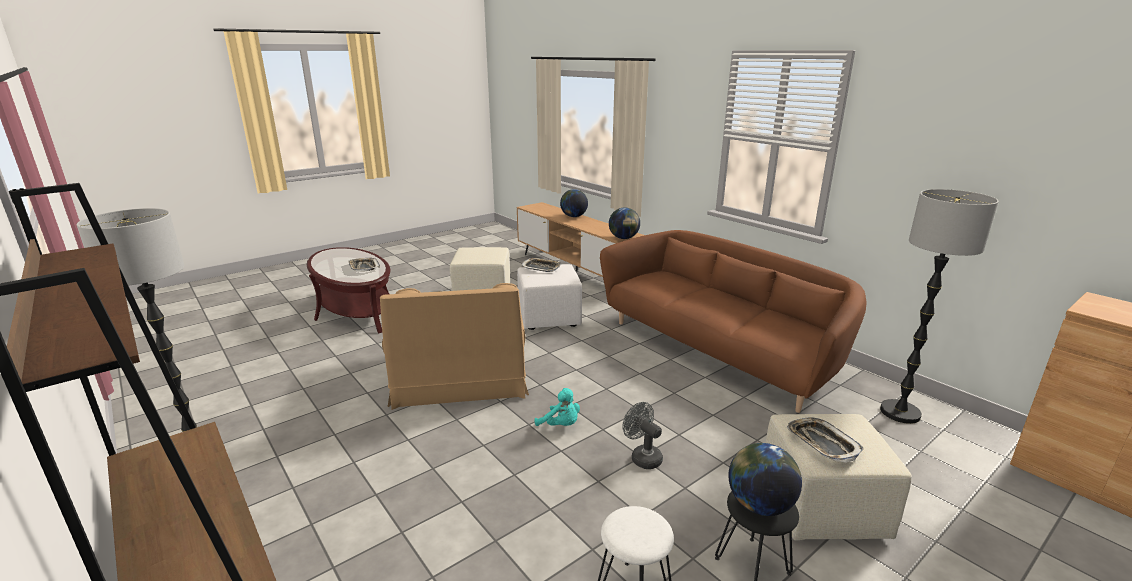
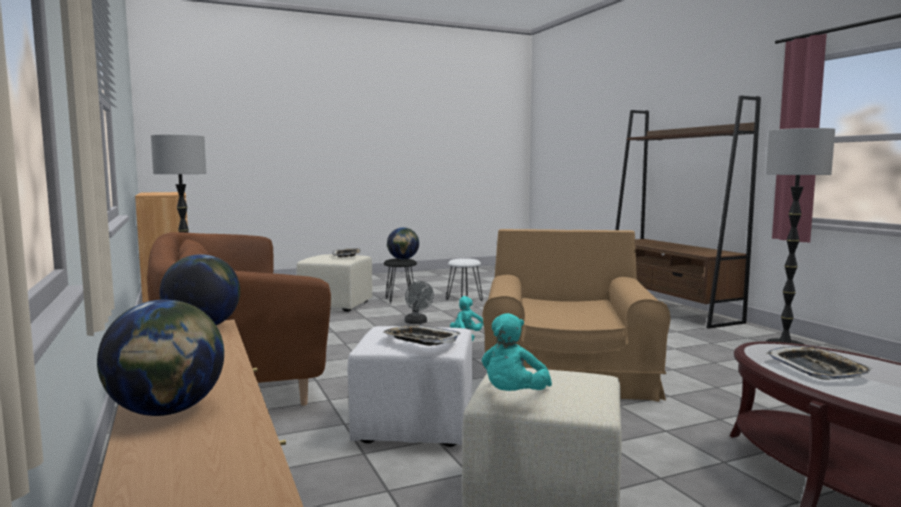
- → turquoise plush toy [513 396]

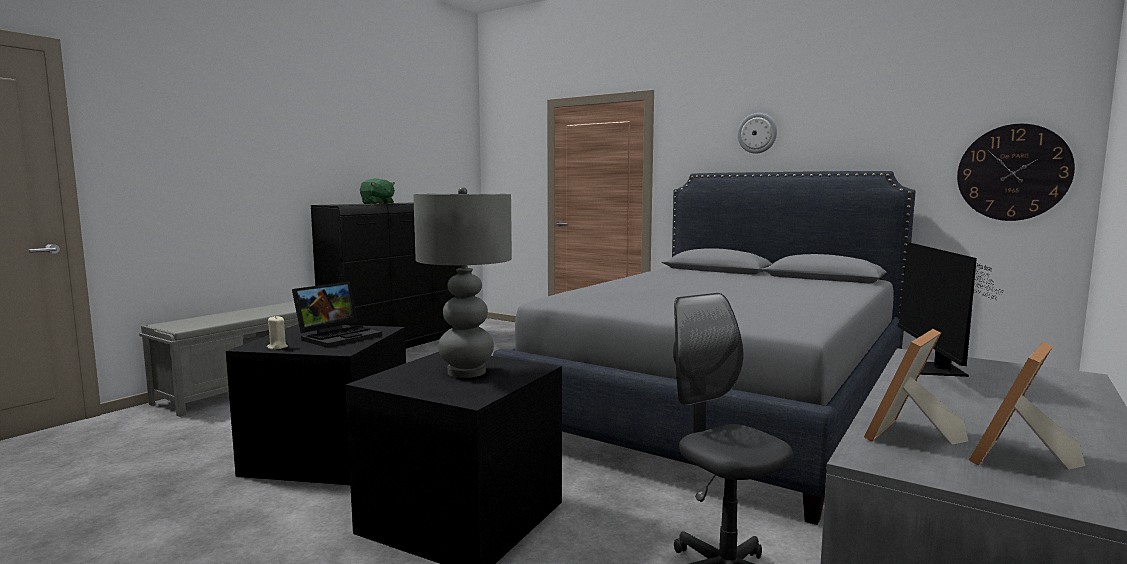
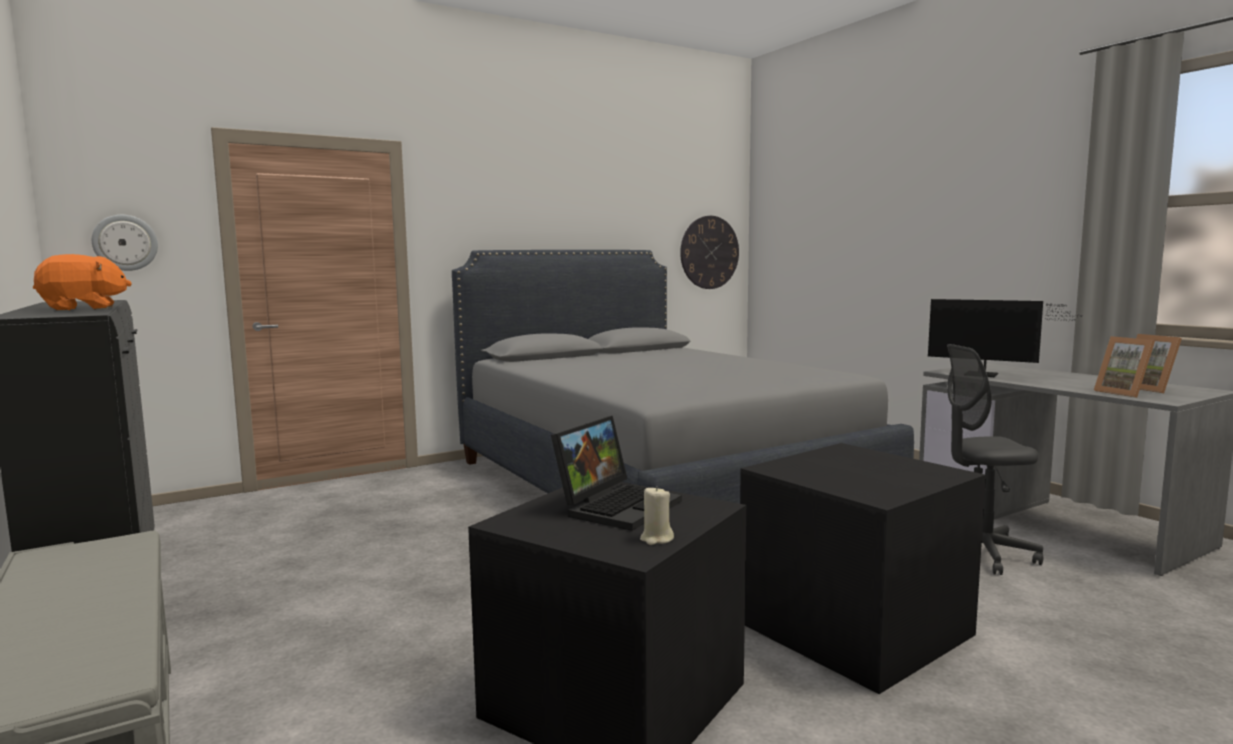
laptop [339 336] → laptop [617 506], 60 degrees clockwise
green plush toy [377 203] → orange plush toy [83 309]
grey table lamp [467 372] → -
wall clock [757 133] → wall clock [125 242], move

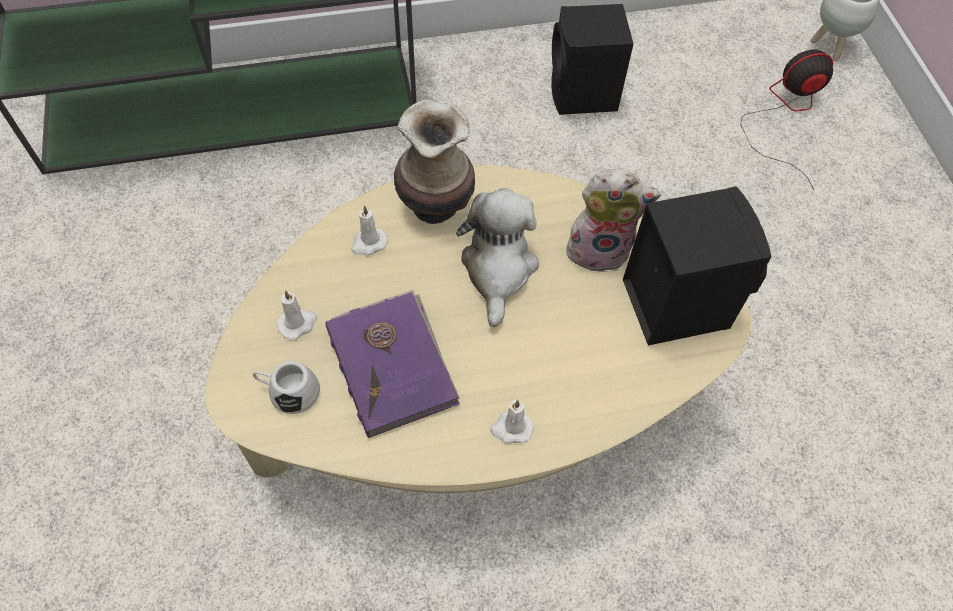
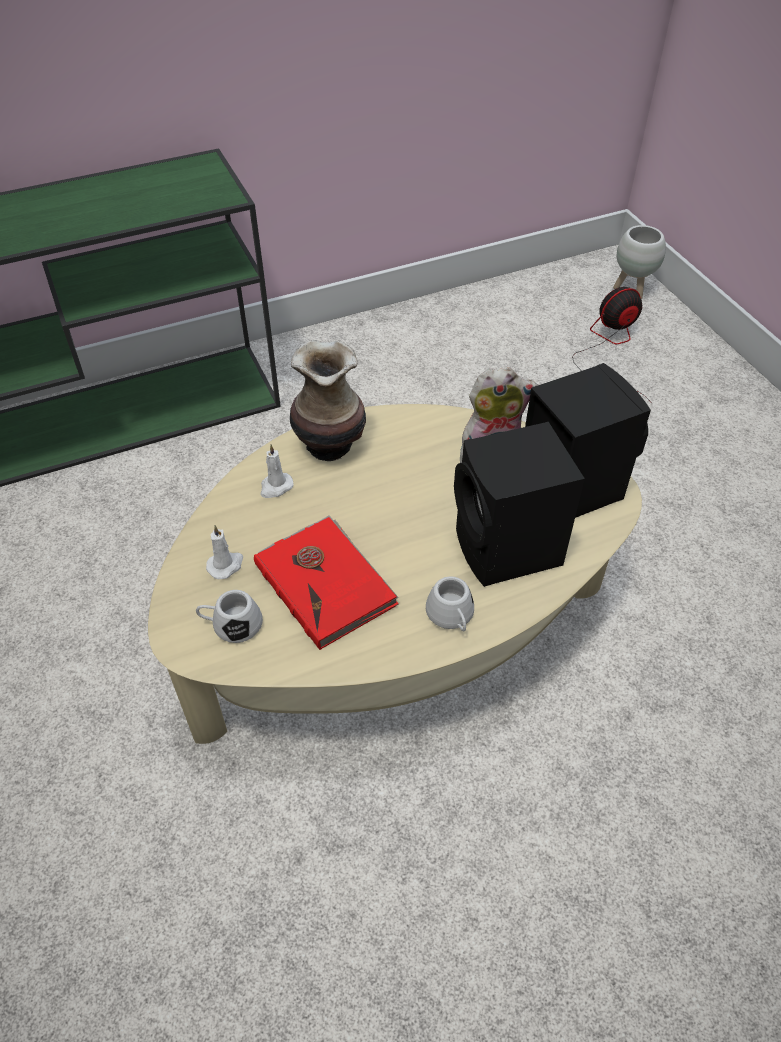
purple book [393 364] → red book [326 583]
plush toy [498 269] → -
white candle [511 428] → white mug [452 616]
black speaker [583 96] → black speaker [508 551], move

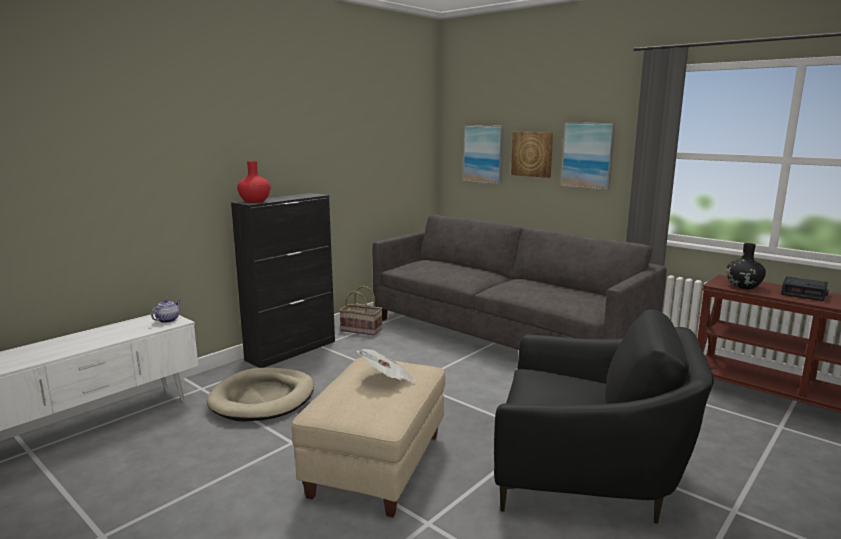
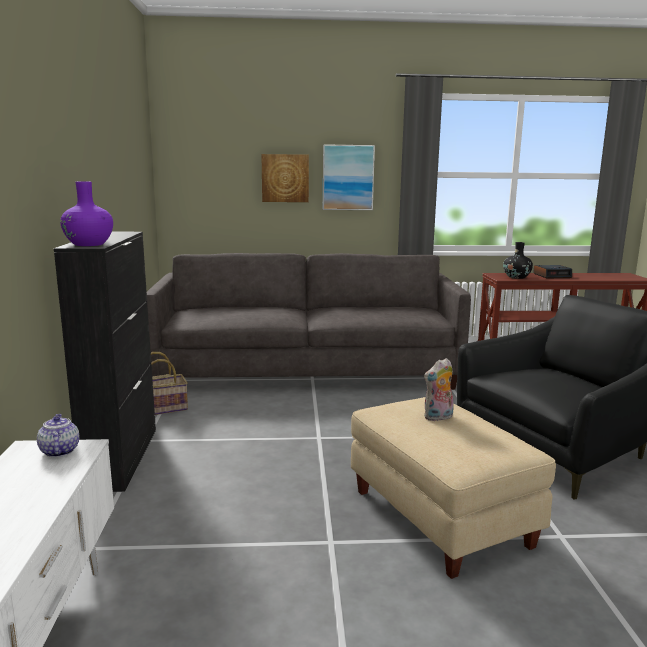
beige dog bed [263 398] → -
red vase [254 201] → purple vase [89 244]
newspaper [387 379] → plush toy [438 417]
picture [483 154] → -

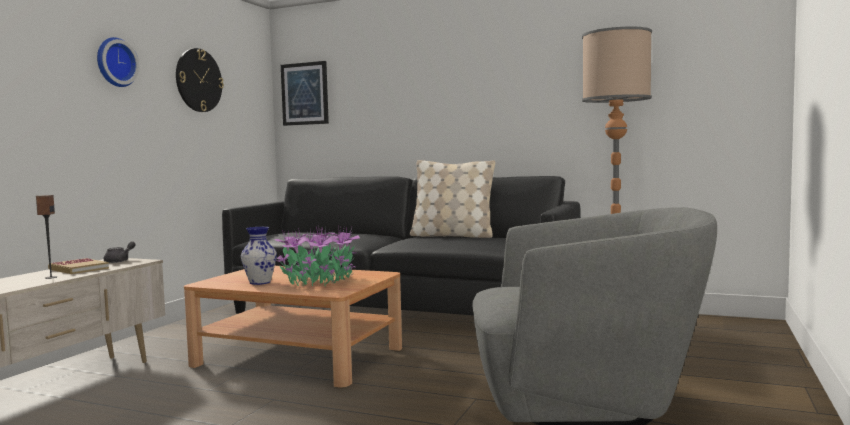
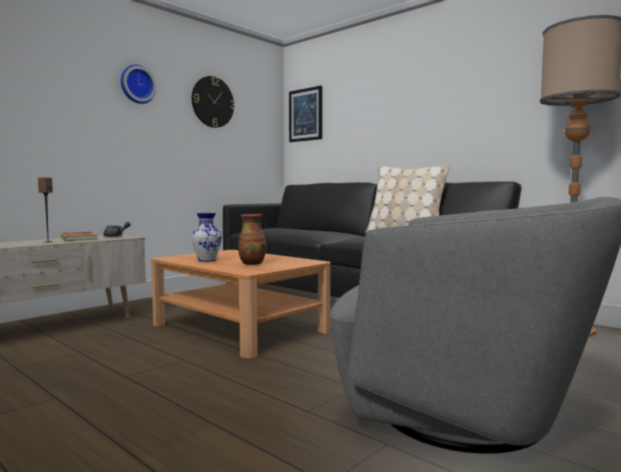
potted plant [320 282] → vase [252 263]

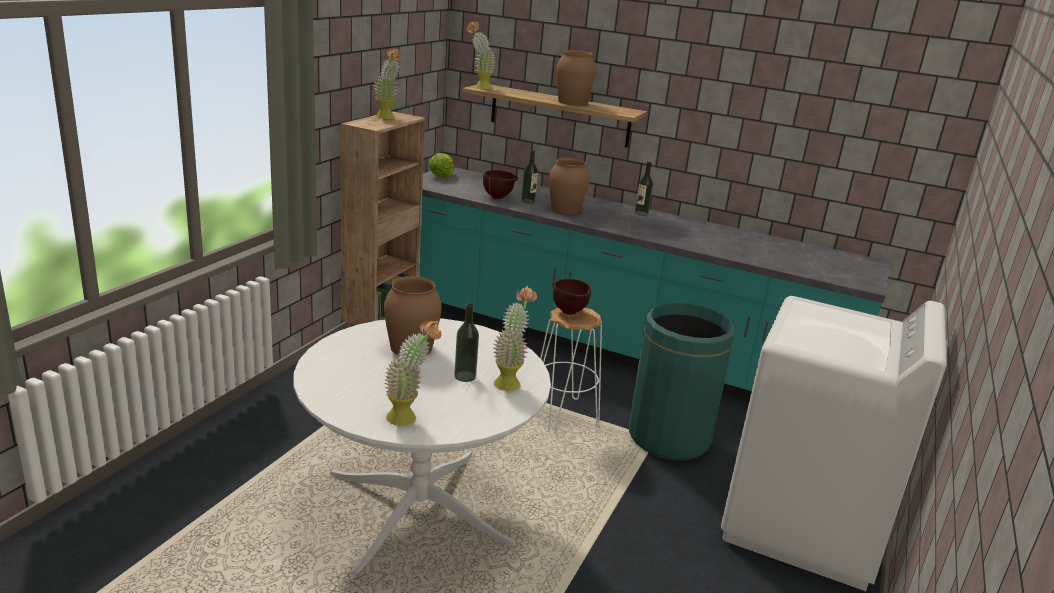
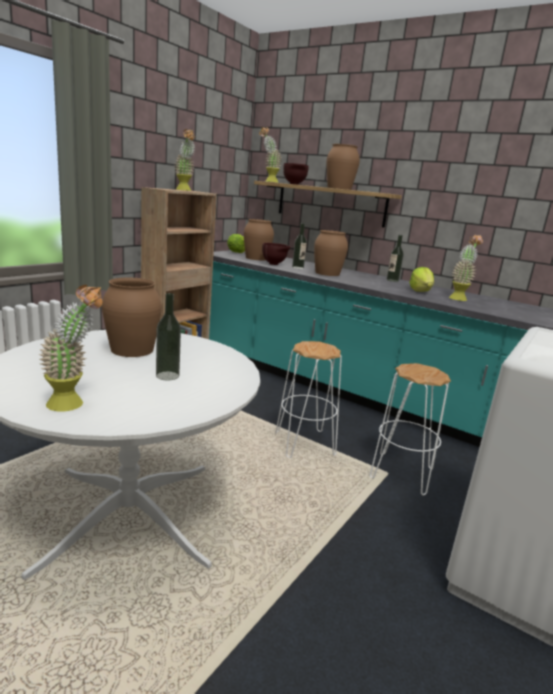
potted plant [510 381] → potted plant [459 298], move
brown bowl [570 313] → brown bowl [294 184], move
green trash can [669 438] → white stool [401 474]
- → brown vase [256 258]
- → lettuce [420 291]

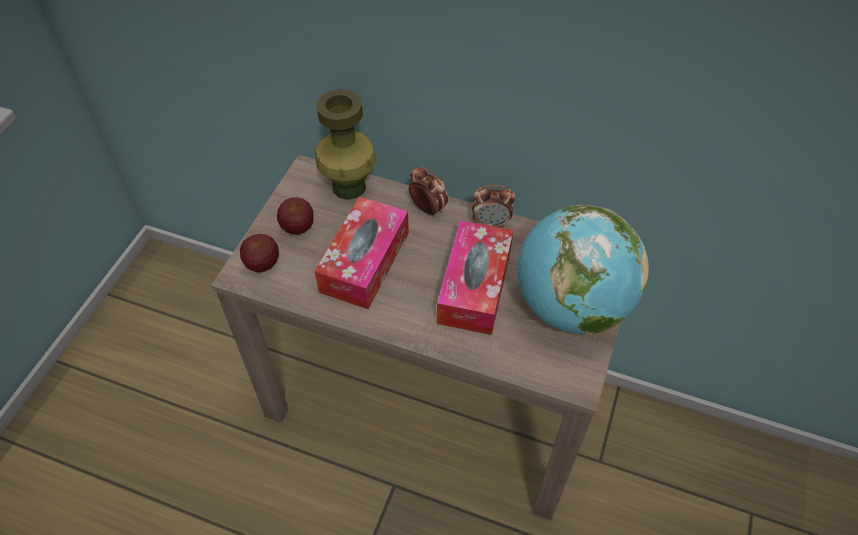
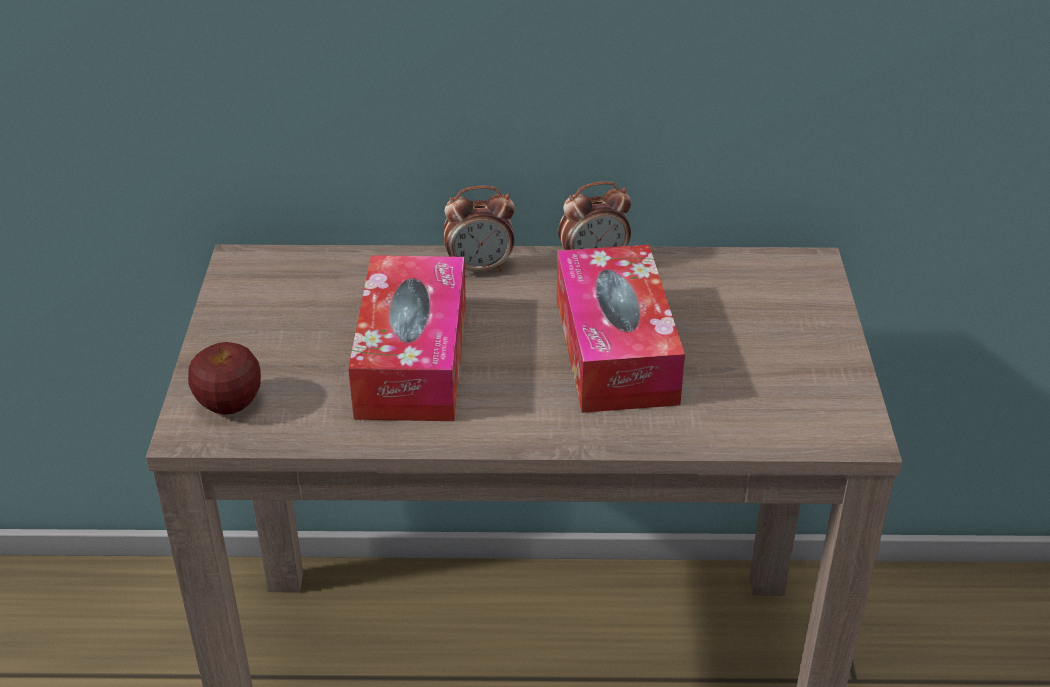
apple [298 227] → -
green vase [349 186] → -
alarm clock [427 209] → alarm clock [480 268], 150 degrees clockwise
globe [571 306] → -

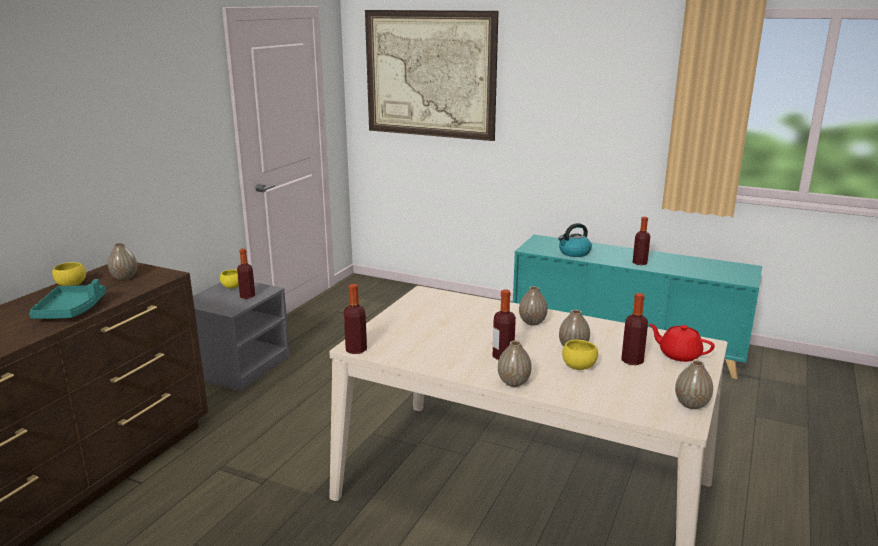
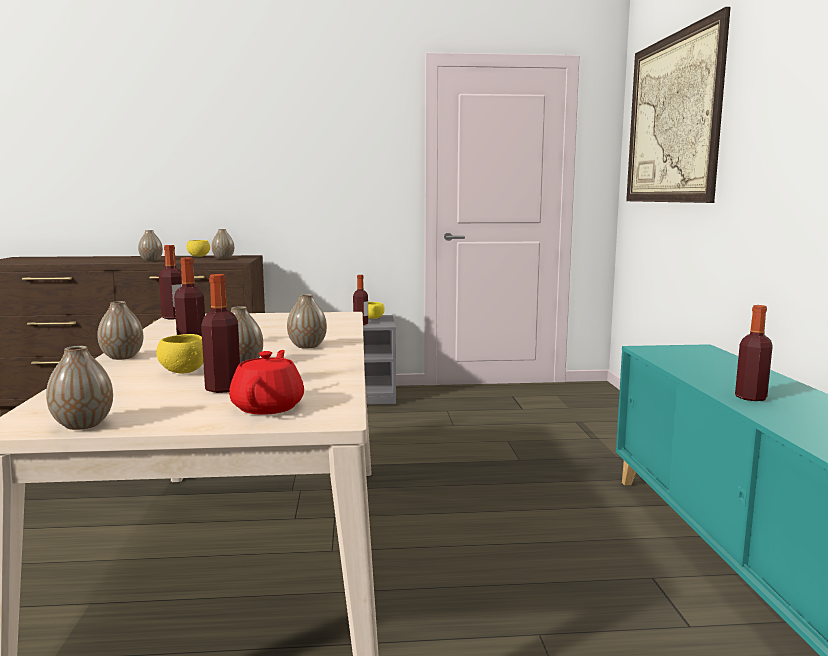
turquoise tray [71 310] → vase [151 260]
kettle [574 253] → -

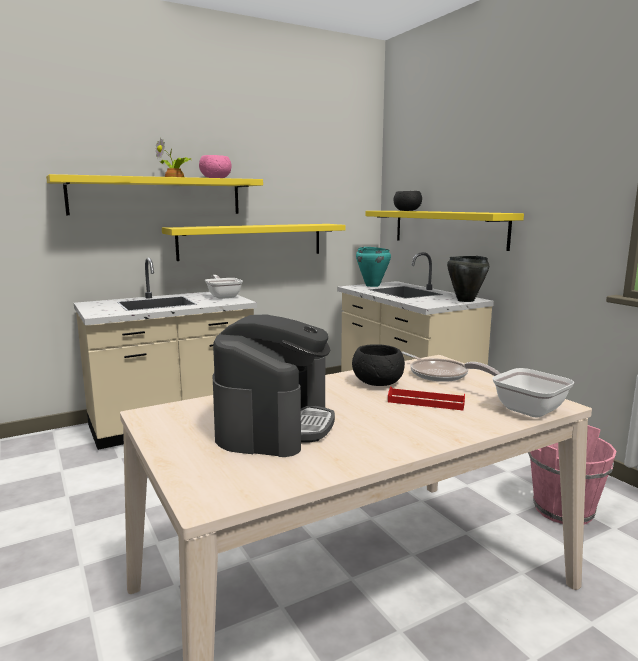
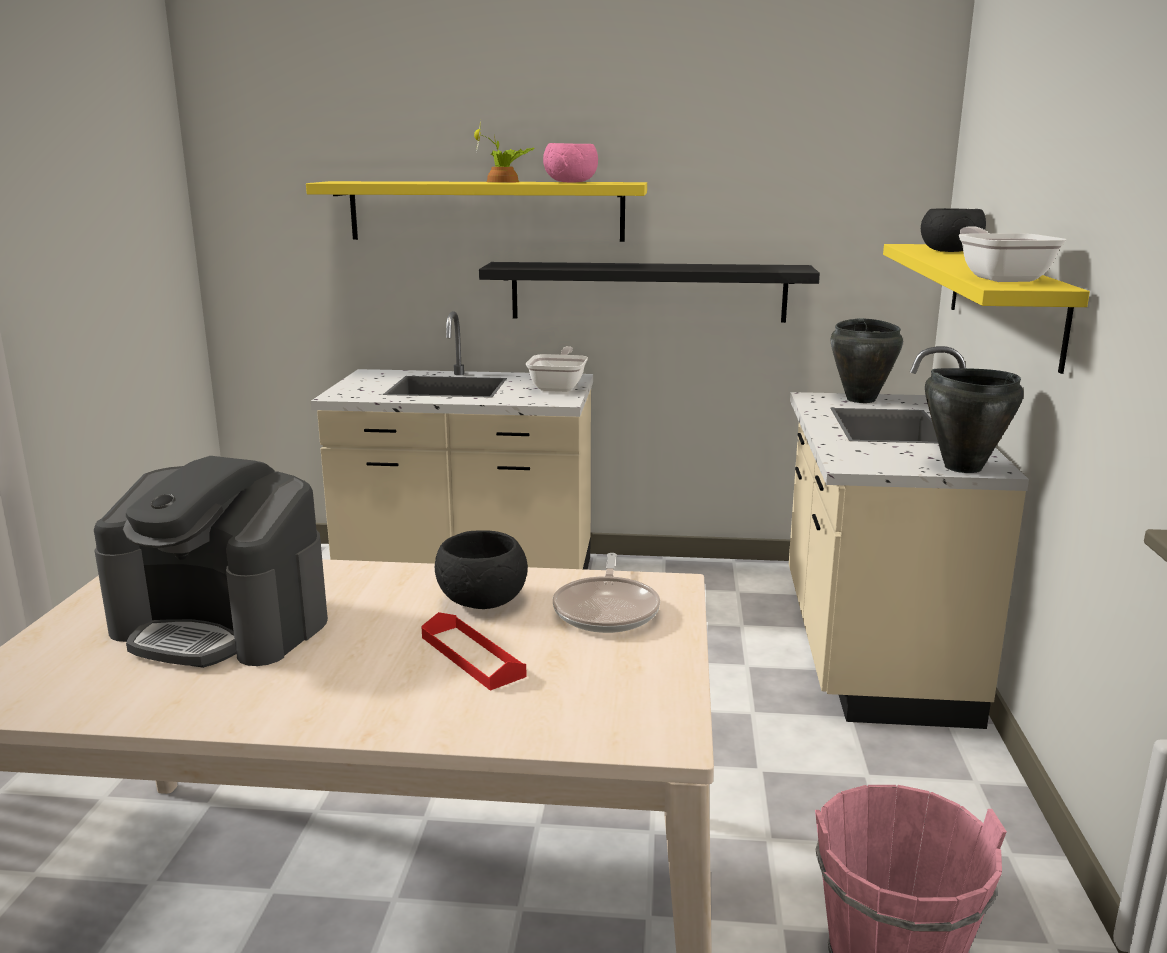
yellow shelf [251 241] → black shelf [648 292]
coffee machine [275 424] → coffee machine [223 625], 60 degrees clockwise
turquoise cooking pot [372 285] → black cooking pot [861 399]
frying pan [522 407] → frying pan [1000 278], move

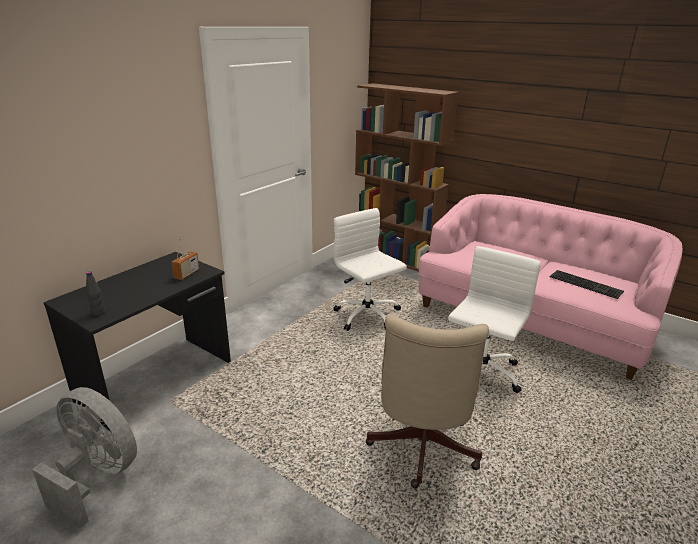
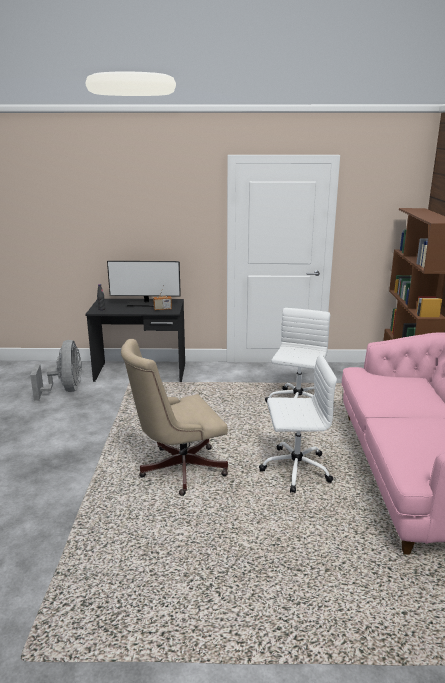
keyboard [586 283] → -
- → monitor [146 304]

